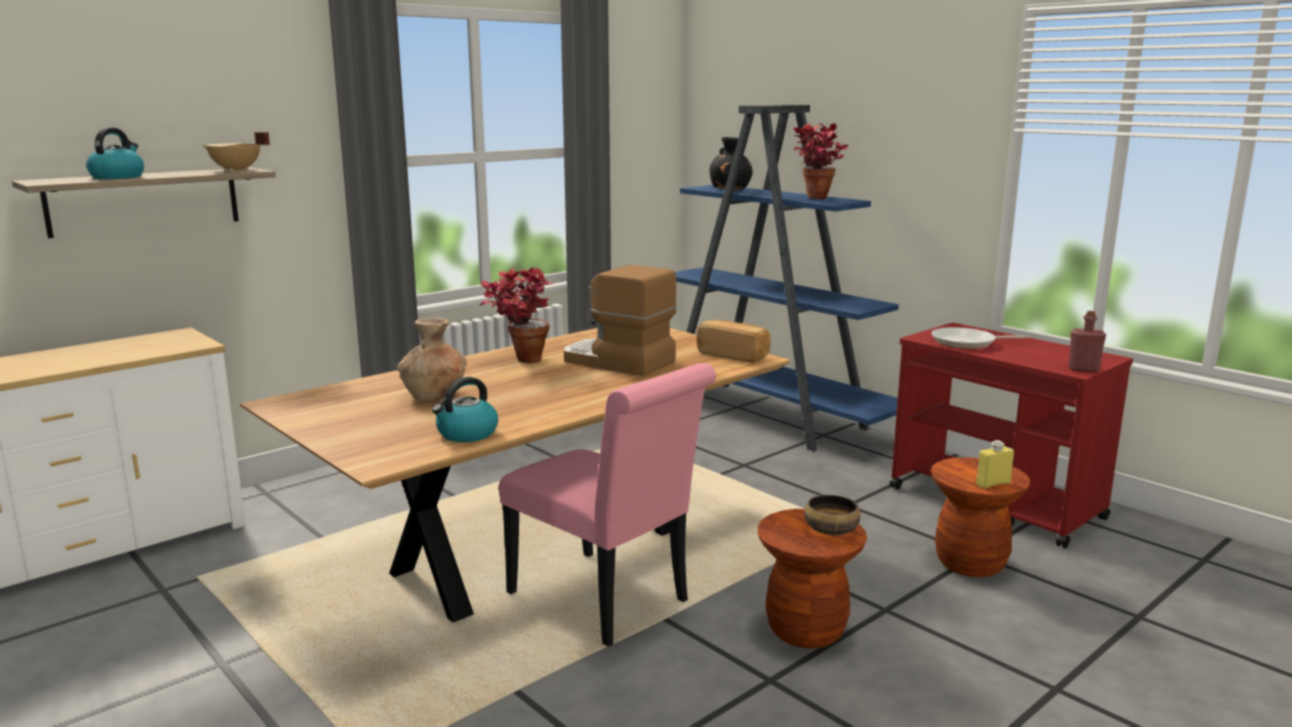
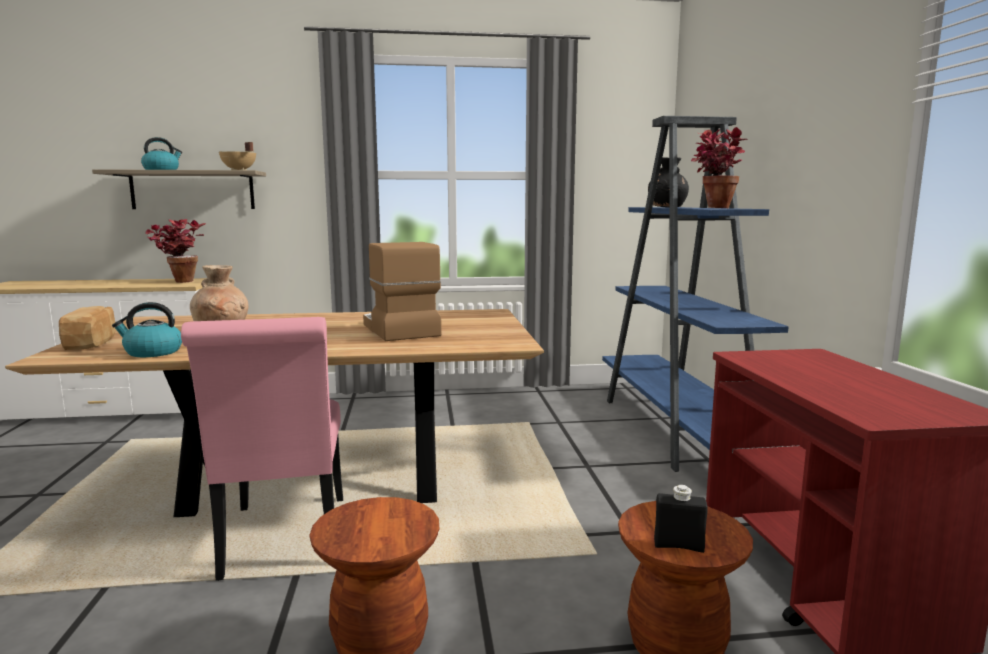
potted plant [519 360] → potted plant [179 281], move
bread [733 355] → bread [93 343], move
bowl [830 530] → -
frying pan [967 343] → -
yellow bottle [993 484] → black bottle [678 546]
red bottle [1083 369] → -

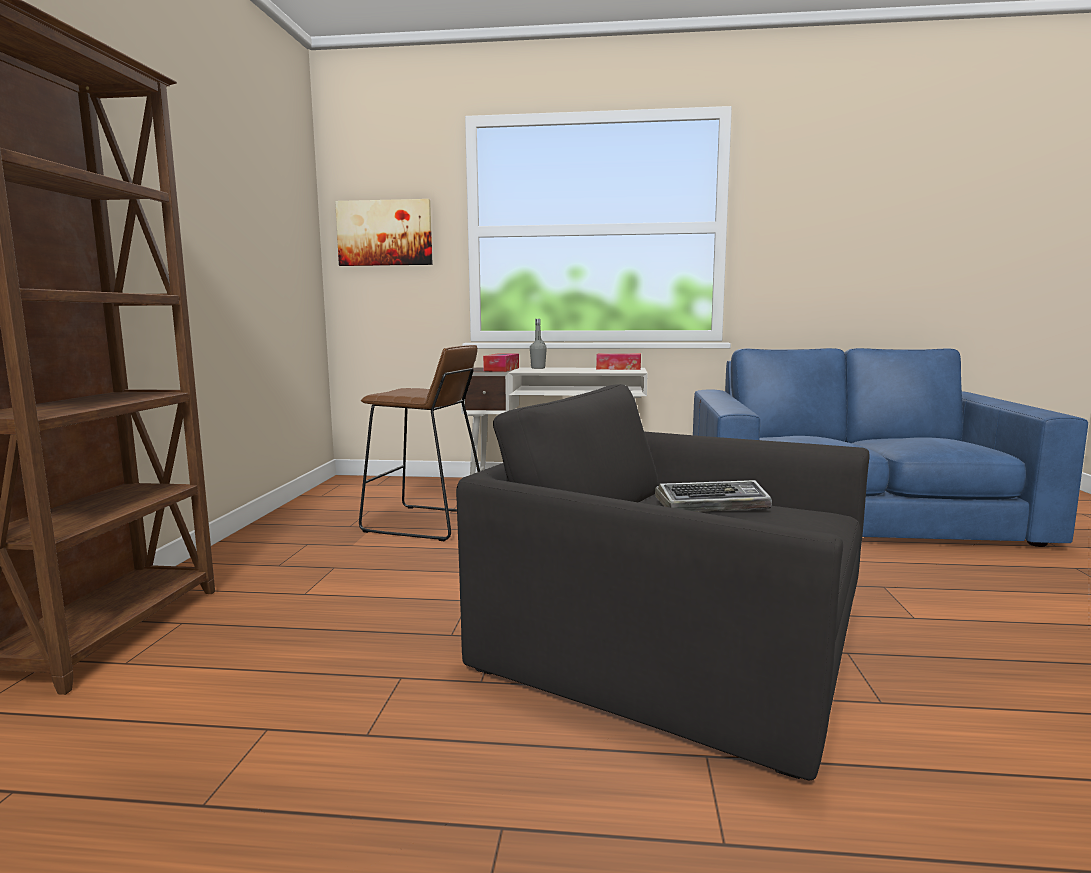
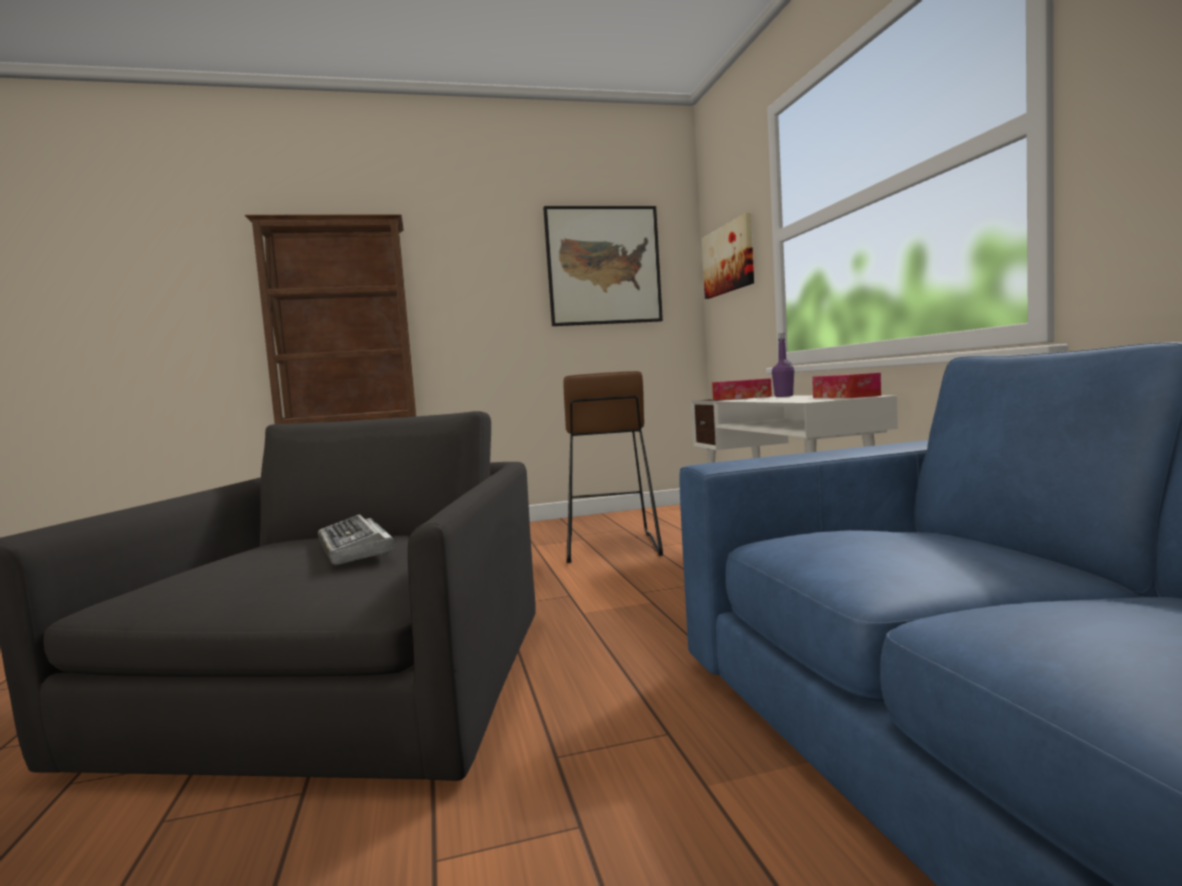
grey bottle [538 368] → purple bottle [784 396]
- → picture [603 266]

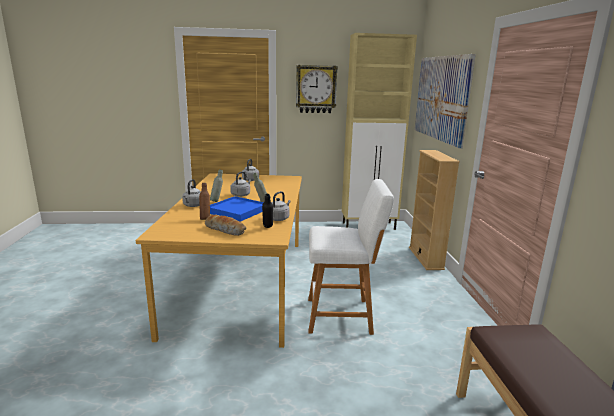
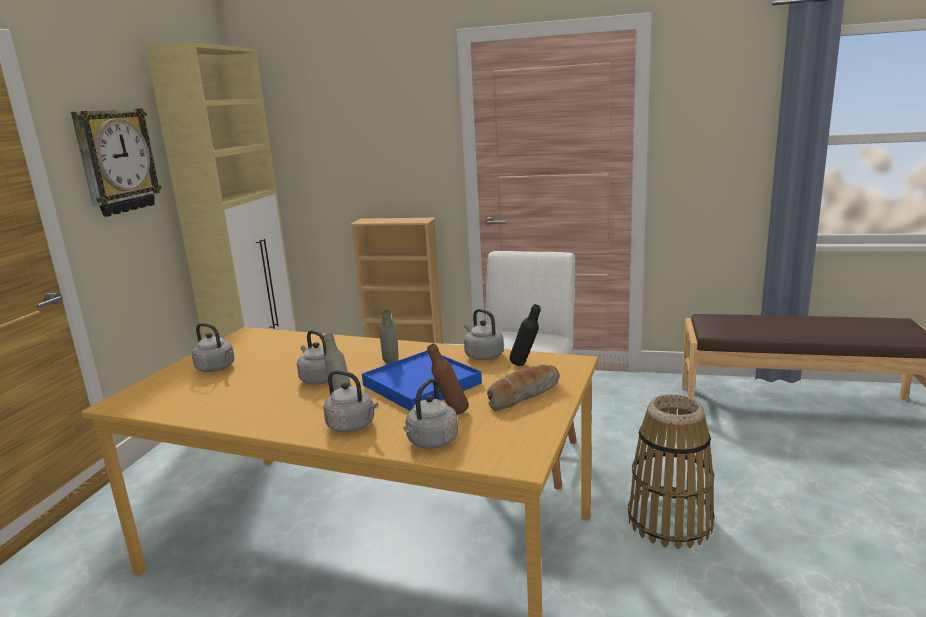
picture [441 98] → -
- → grey kettle [431 442]
- → basket [669 522]

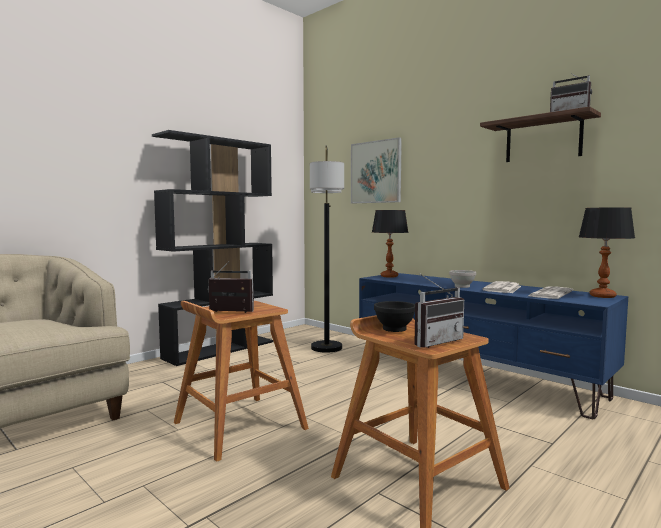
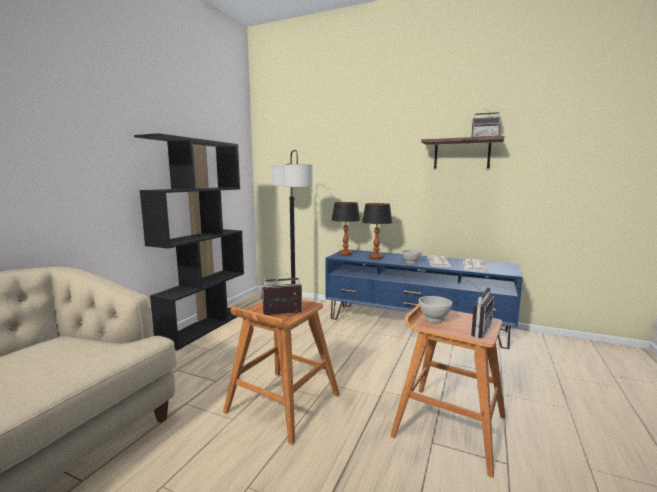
picture [375 172] → -
black bowl [393 329] → white bowl [433 319]
table lamp [602 296] → table lamp [376 258], move

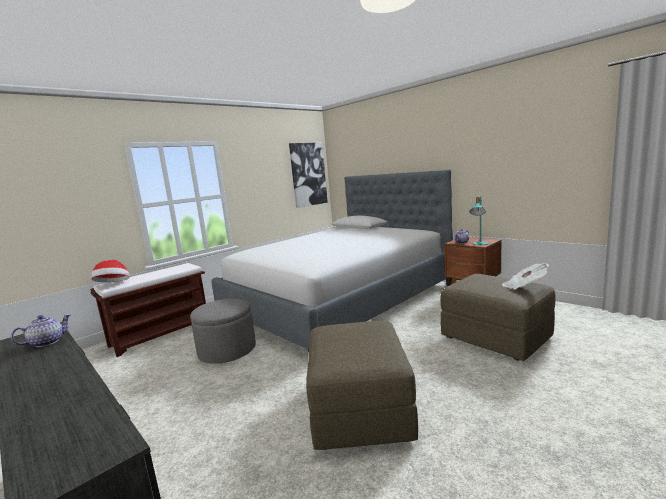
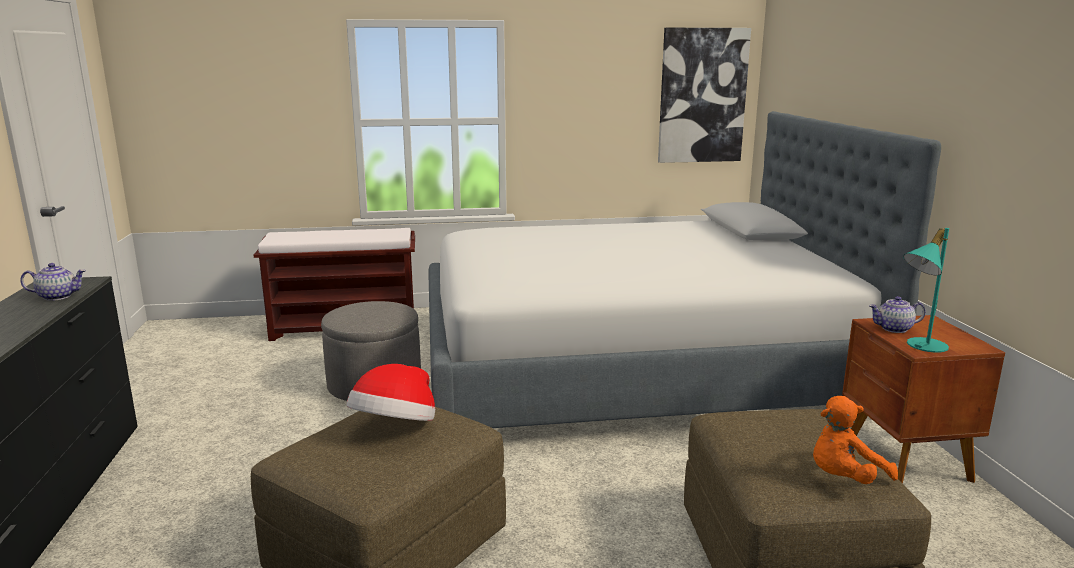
hat [113 285] → hat [395 428], move
newspaper [524 286] → orange plush toy [844 478]

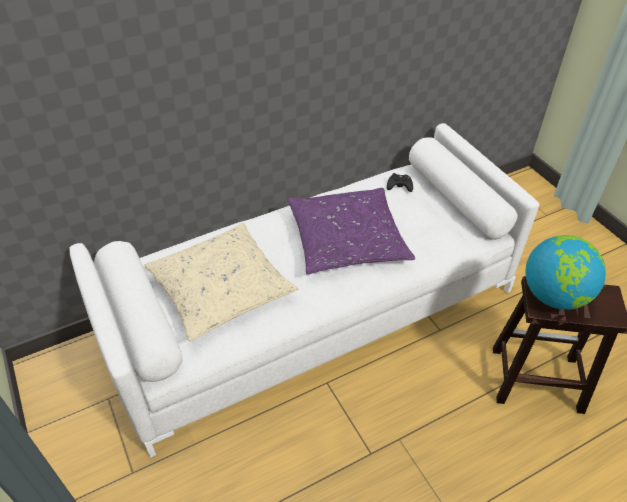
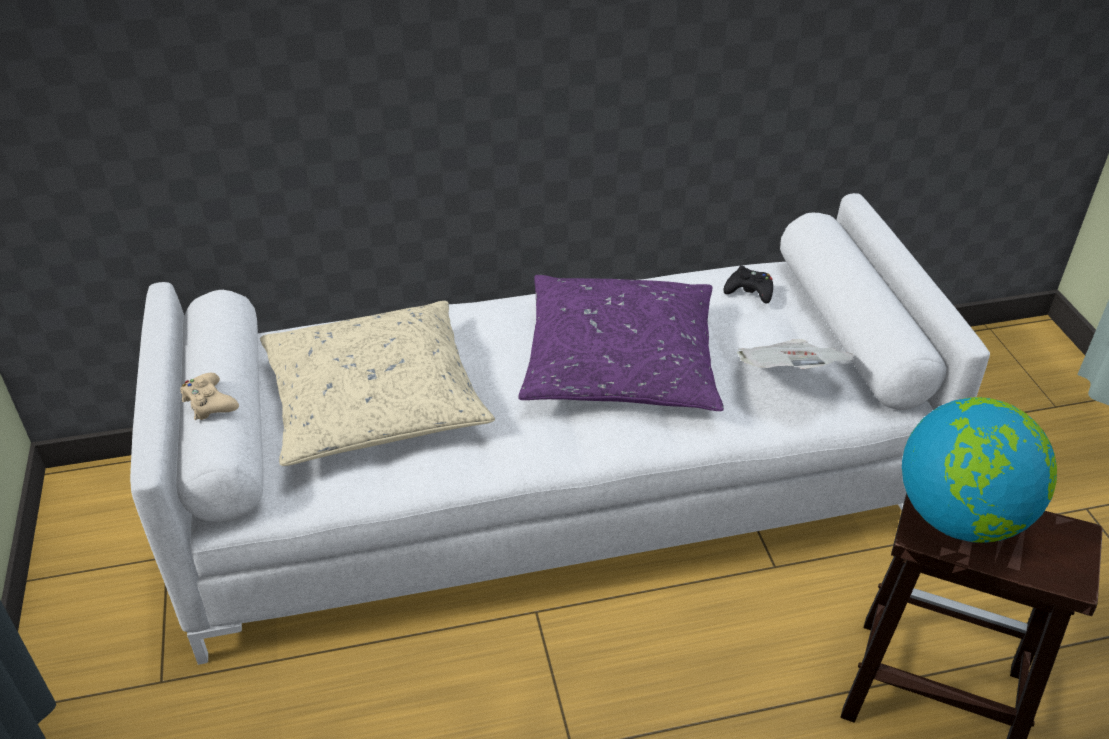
- → beige game controller [209 403]
- → newspaper [789 378]

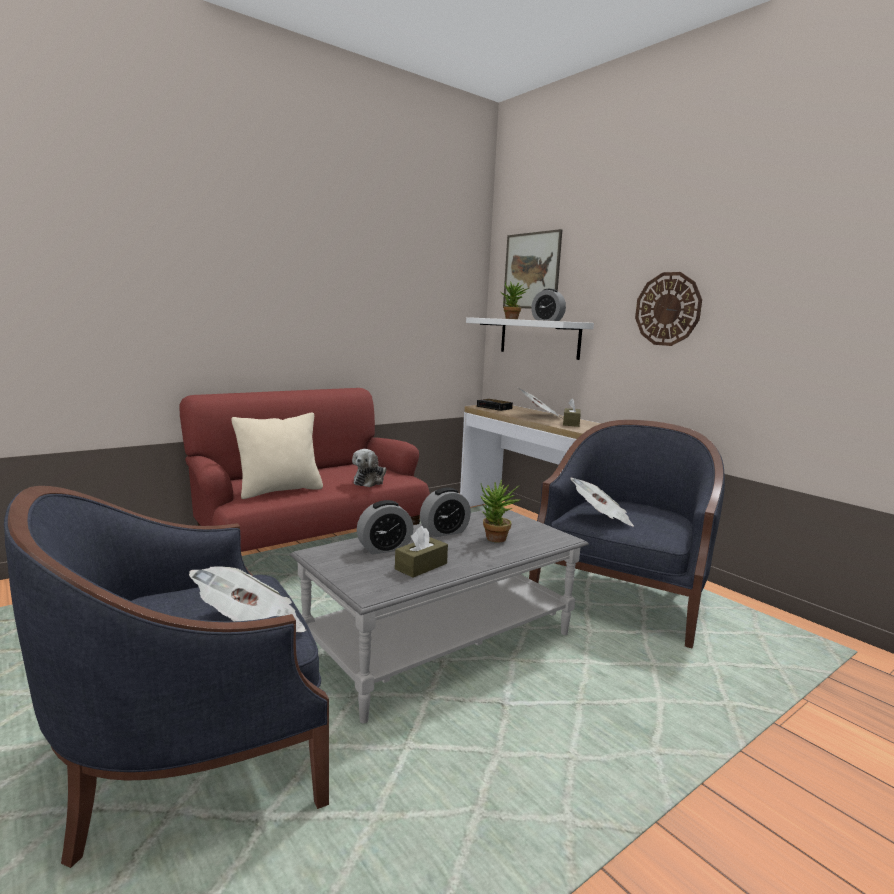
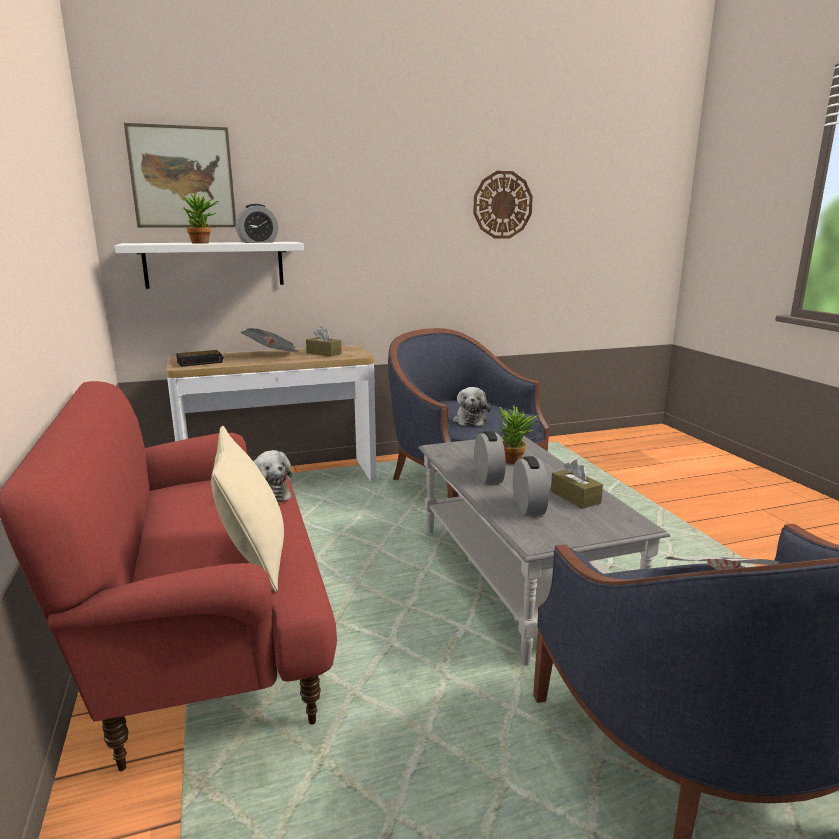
newspaper [601 518] → plush toy [470 420]
wall clock [668 309] → wall clock [502 205], move

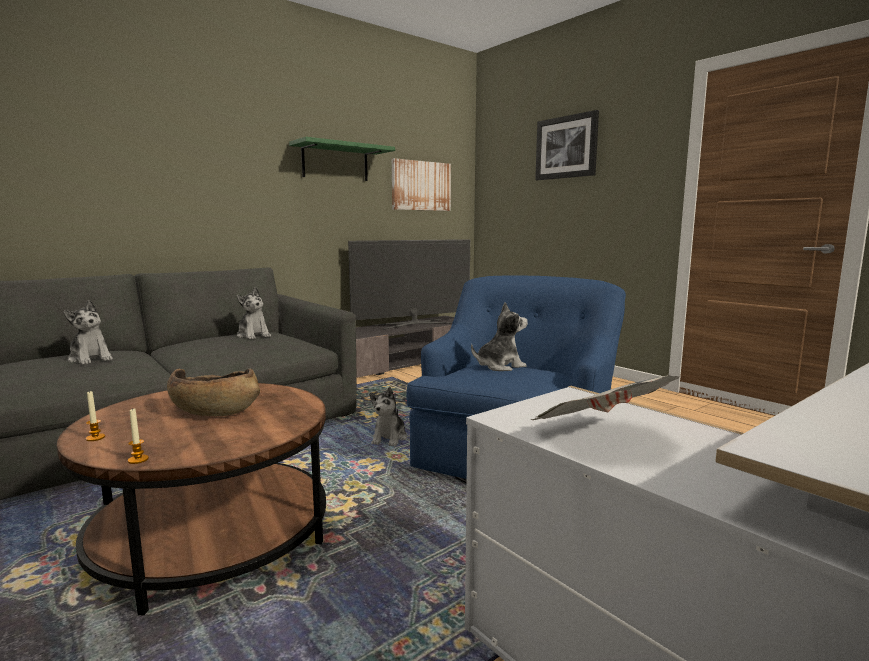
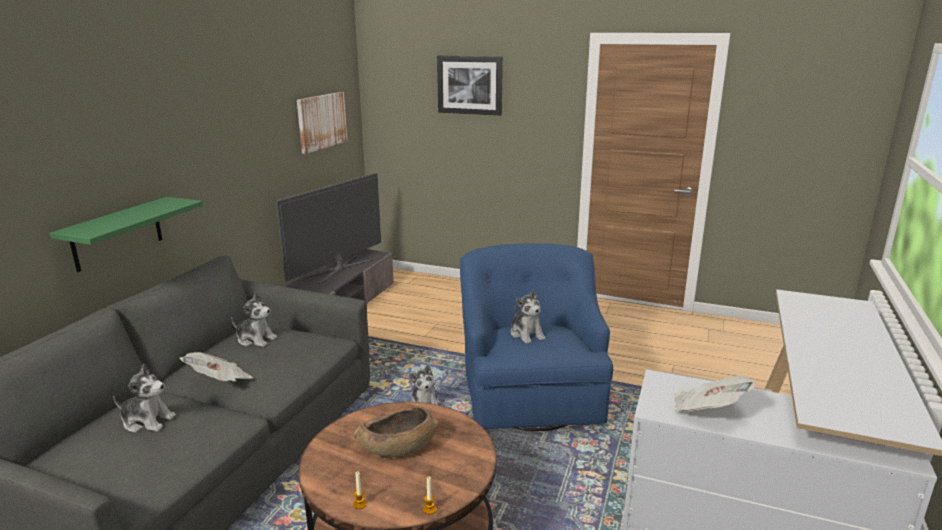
green shelf [335 162] → green shelf [117 234], move
plush toy [499 366] → plush toy [527 334], 120 degrees clockwise
- → newspaper [220 381]

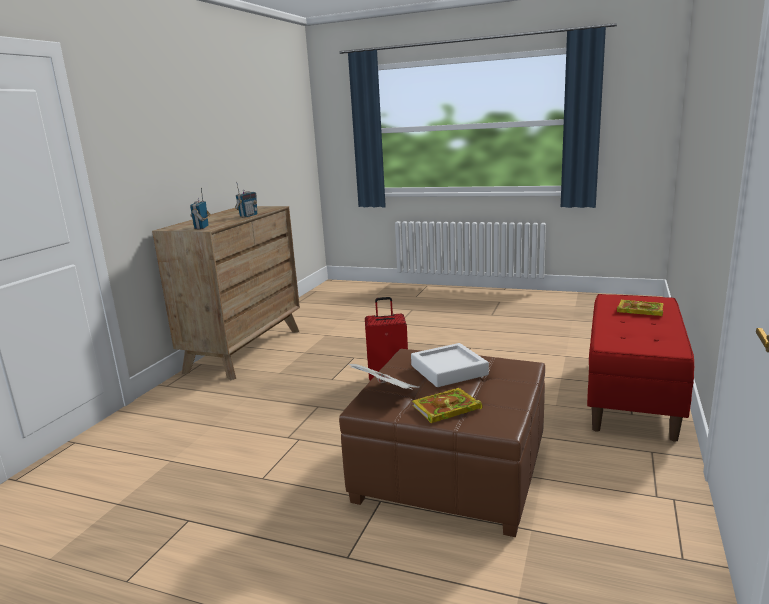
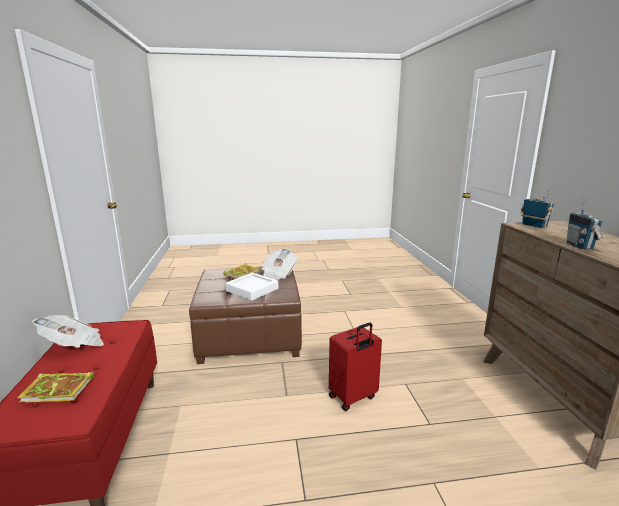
- → newspaper [74 345]

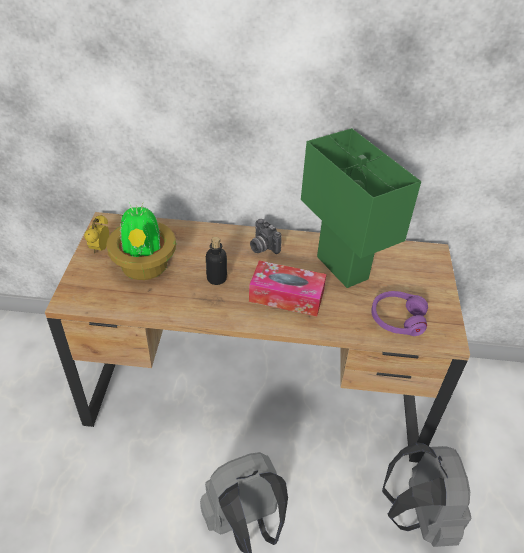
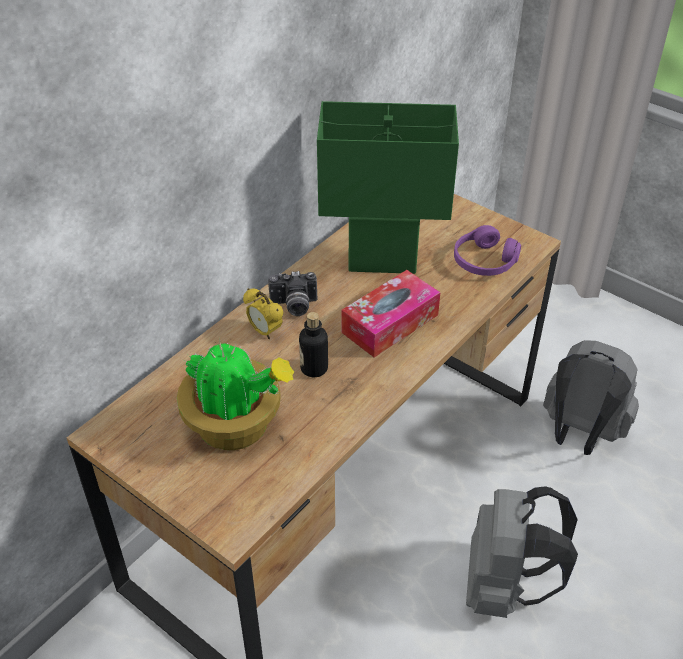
alarm clock [100 249] → alarm clock [265 332], move

